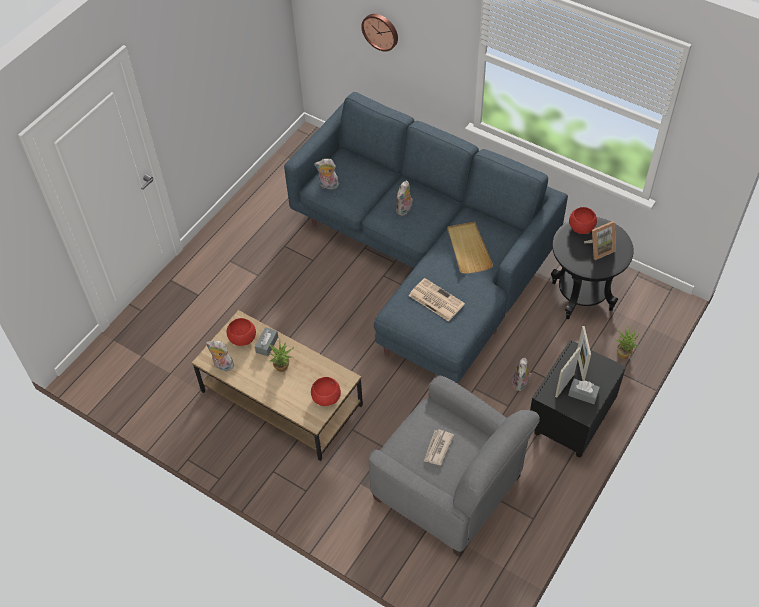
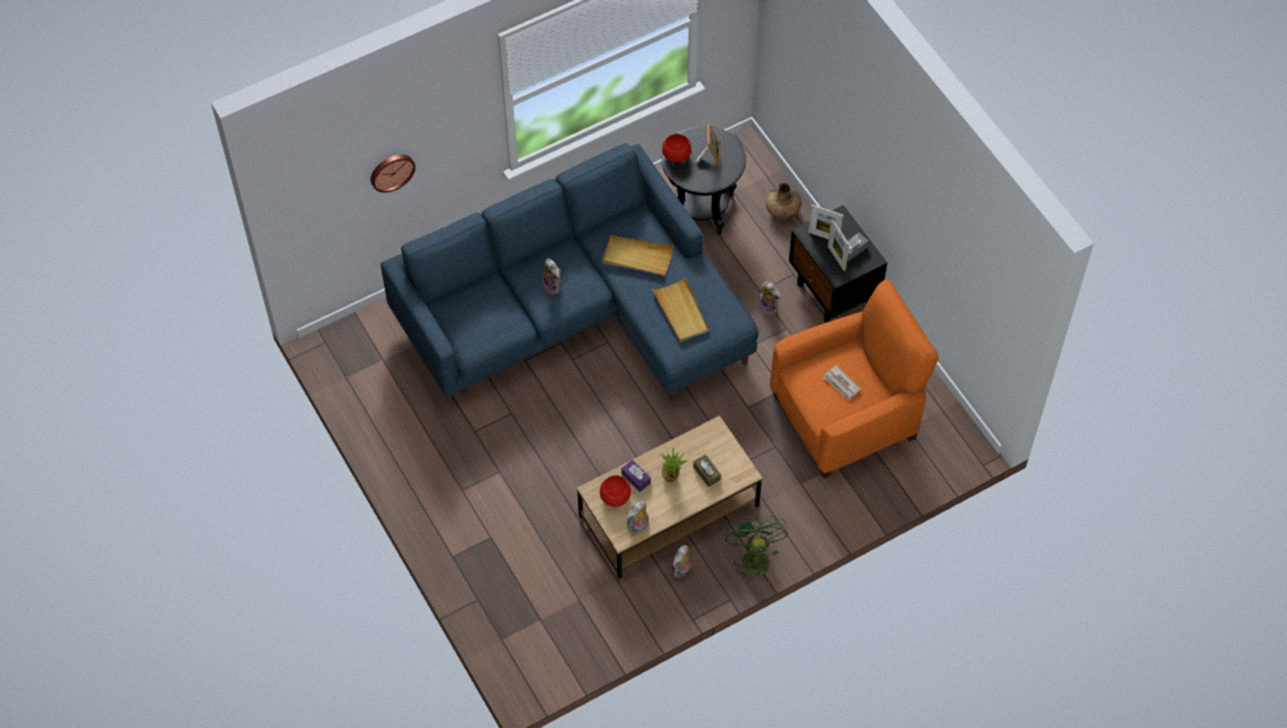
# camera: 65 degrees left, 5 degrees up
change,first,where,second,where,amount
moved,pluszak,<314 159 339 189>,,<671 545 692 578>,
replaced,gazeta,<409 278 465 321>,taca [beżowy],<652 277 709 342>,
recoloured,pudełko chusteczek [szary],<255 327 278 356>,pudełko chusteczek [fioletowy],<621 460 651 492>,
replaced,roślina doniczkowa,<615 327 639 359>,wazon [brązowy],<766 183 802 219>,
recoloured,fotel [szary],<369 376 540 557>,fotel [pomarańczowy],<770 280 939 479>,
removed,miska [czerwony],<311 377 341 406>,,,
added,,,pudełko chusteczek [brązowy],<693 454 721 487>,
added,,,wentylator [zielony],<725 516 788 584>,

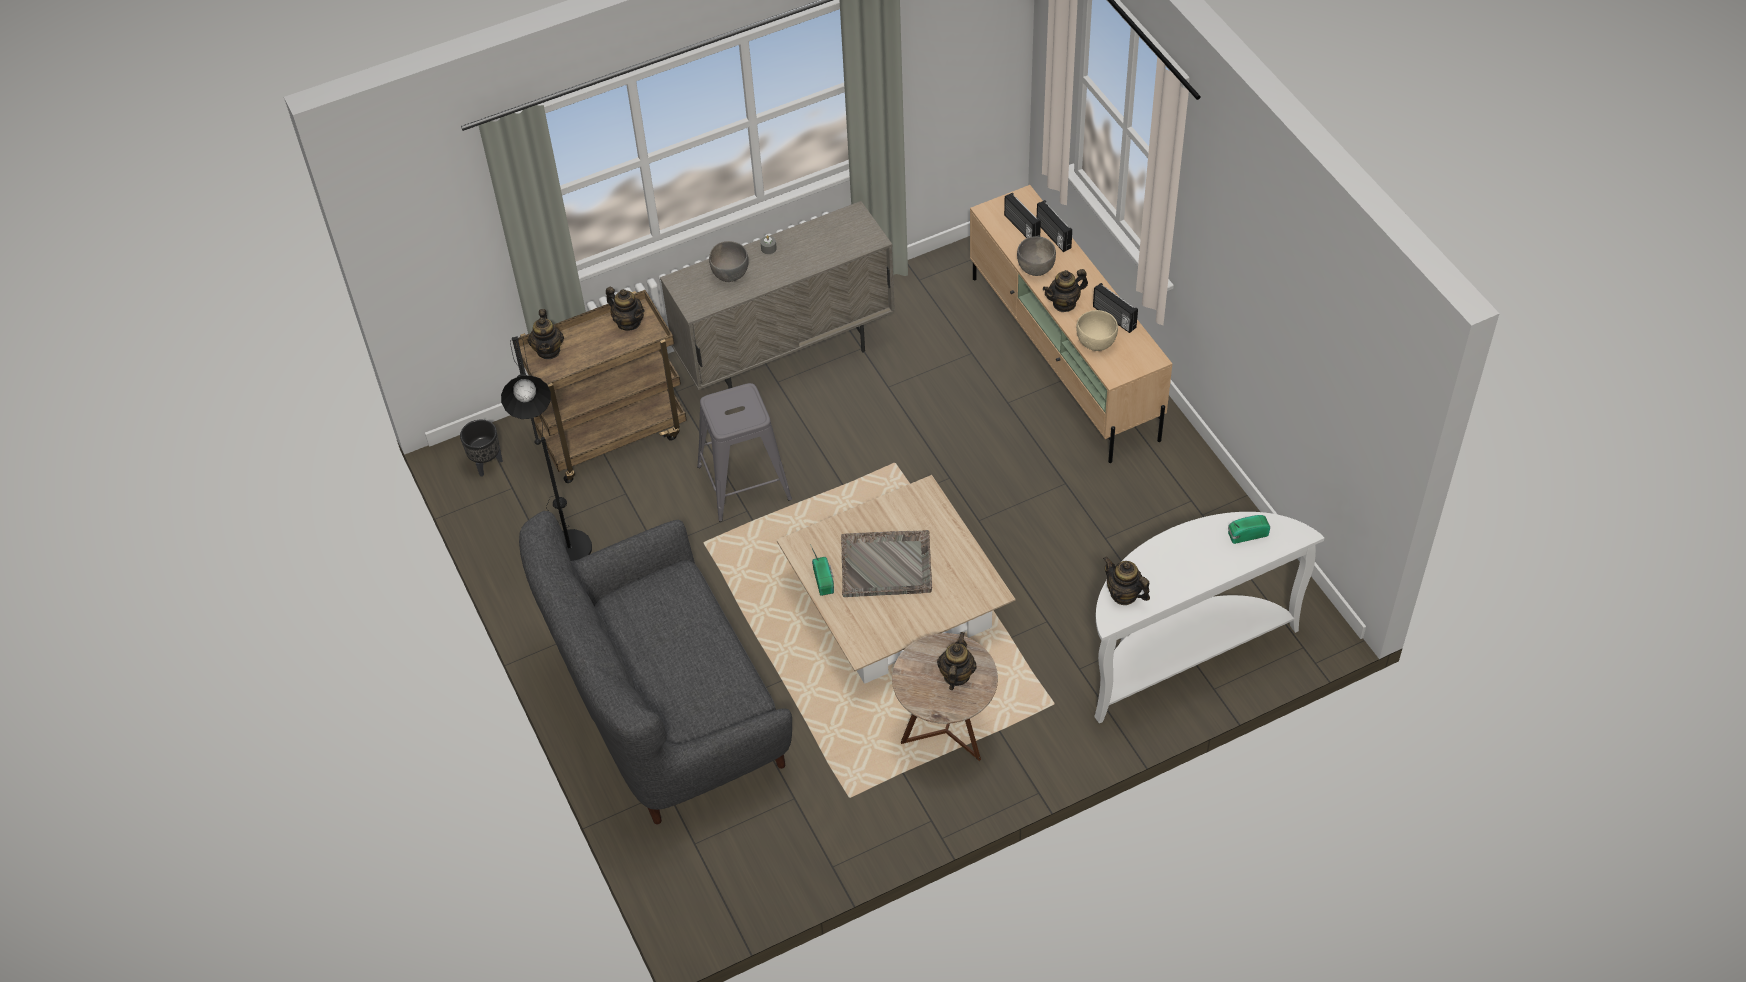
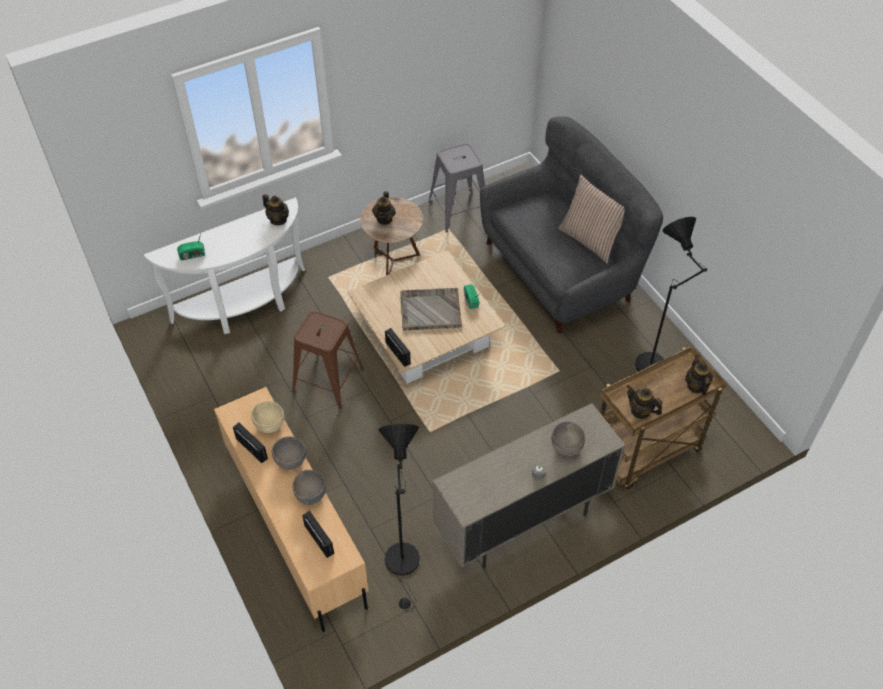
# camera: 175 degrees right, 0 degrees up
change,first,where,second,where,amount
moved,radio,<1037 200 1072 252>,,<385 328 411 367>,
replaced,imbryk,<1043 269 1088 312>,miska [szary],<272 436 306 470>,
moved,stołek [szary],<697 383 792 522>,,<428 143 485 233>,
removed,donica [czarny],<460 420 503 477>,,,
added,,,poduszka,<558 175 624 264>,
added,,,stołek [brązowy],<292 311 364 409>,
added,,,lampa stojąca [czarny],<378 424 420 612>,

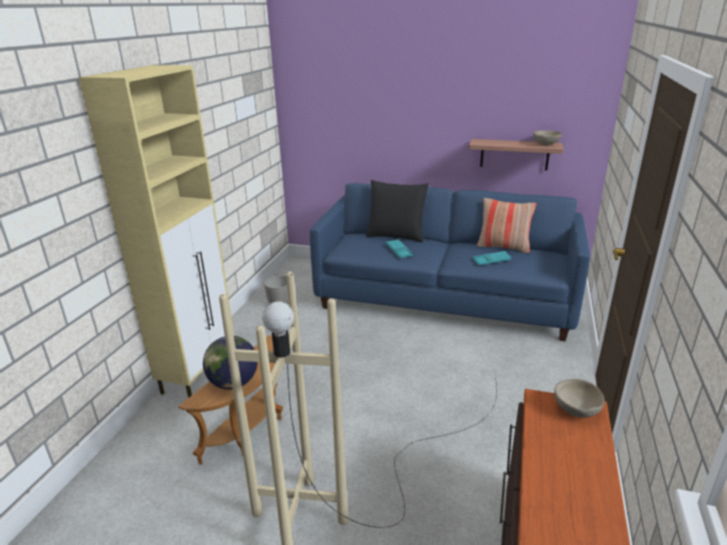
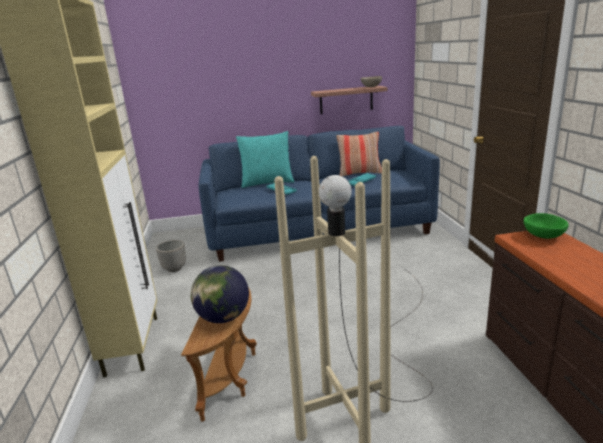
# camera: 25 degrees left, 5 degrees down
change,first,where,second,where,amount
recoloured,poduszka [czarny],<366 180 429 242>,poduszka [turkusowy],<236 131 294 188>,
recoloured,miska [beżowy],<554 379 605 418>,miska [zielony],<524 213 569 239>,

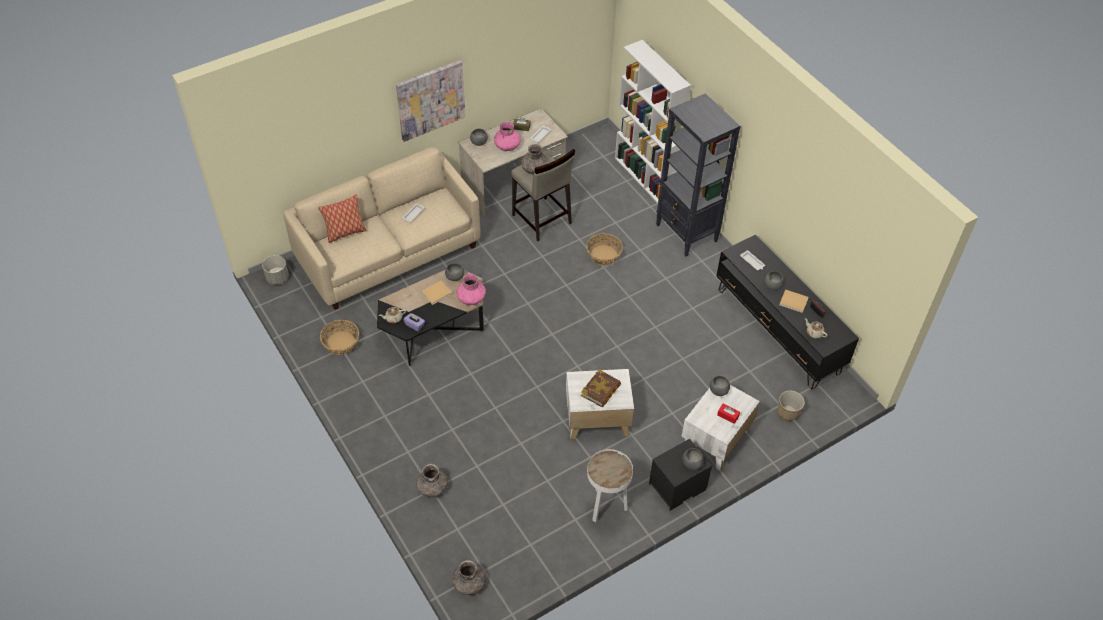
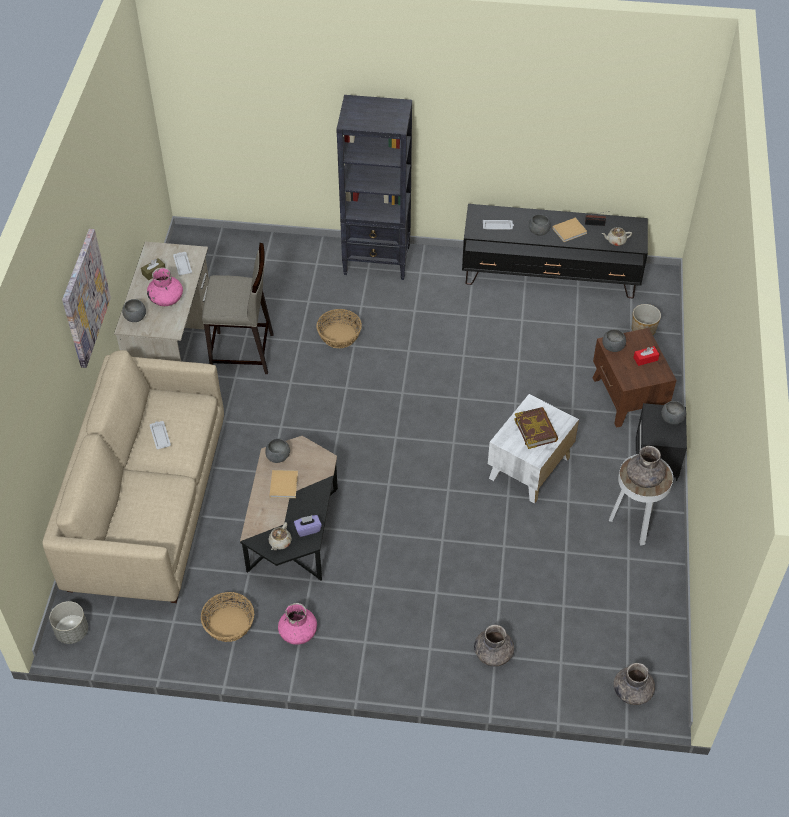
# camera: 50 degrees left, 0 degrees up
change,first,where,second,where,amount
removed,regał [biały],<615 40 691 203>,,,
moved,wazon [szary],<521 144 549 174>,,<627 446 666 488>,
removed,poduszka,<318 195 367 243>,,,
moved,wazon [różowy],<457 273 486 305>,,<278 603 317 645>,
recoloured,stolik [biały],<681 385 760 471>,stolik [brązowy],<593 328 676 428>,

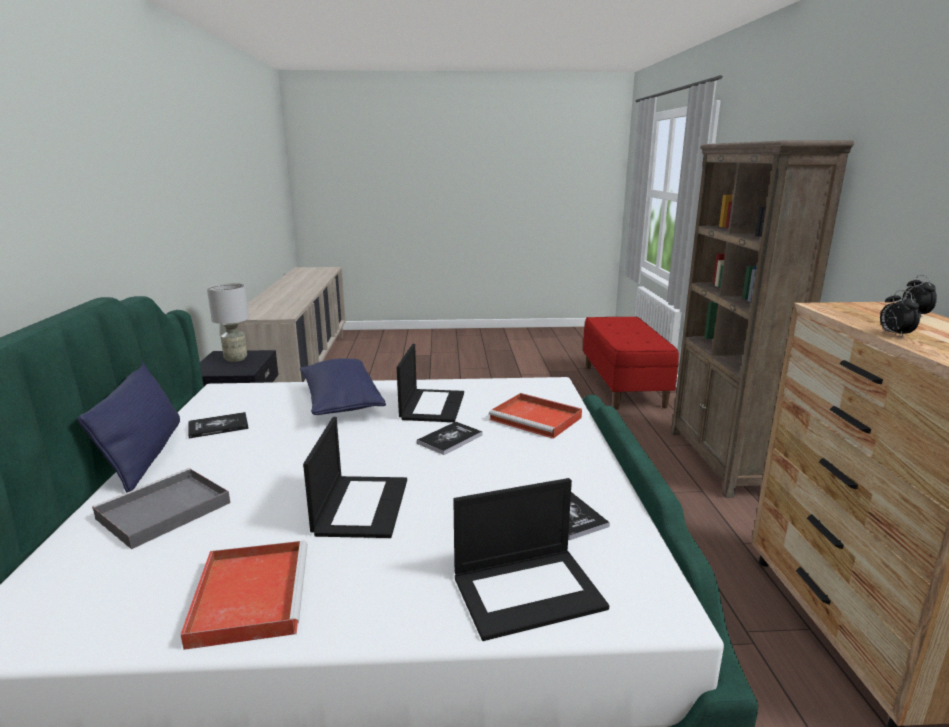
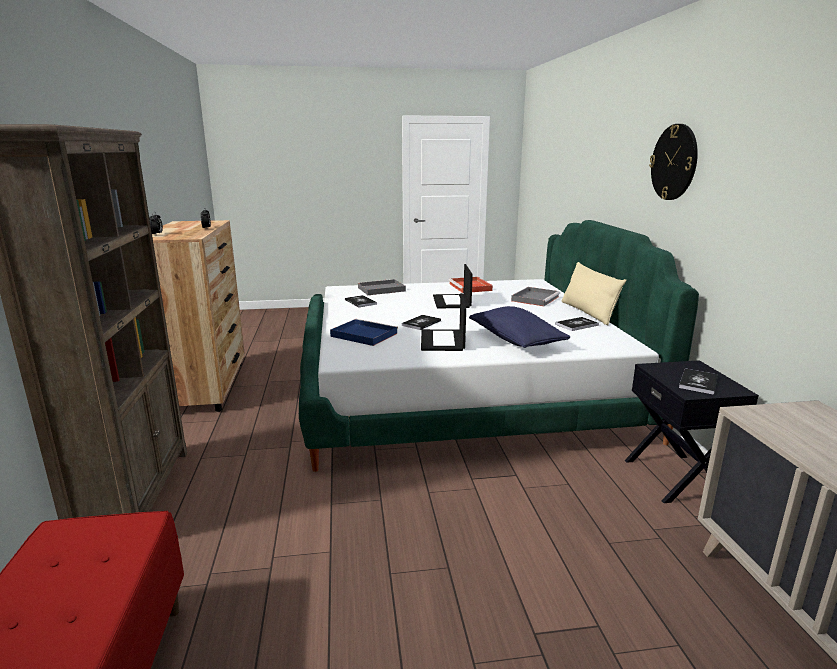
# camera: 175 degrees right, 0 degrees up
change,first,where,second,where,amount
replaced,lampa stołowa [szary],<207 283 249 362>,książka,<679 368 718 395>,
recoloured,poduszka [niebieski],<78 361 180 493>,poduszka [beżowy],<561 262 626 325>,
recoloured,taca [czerwony],<489 393 582 439>,taca [niebieski],<330 319 398 346>,
replaced,laptop,<453 478 609 641>,taca [szary],<358 279 406 295>,
added,,,zegar ścienny,<649 124 698 200>,

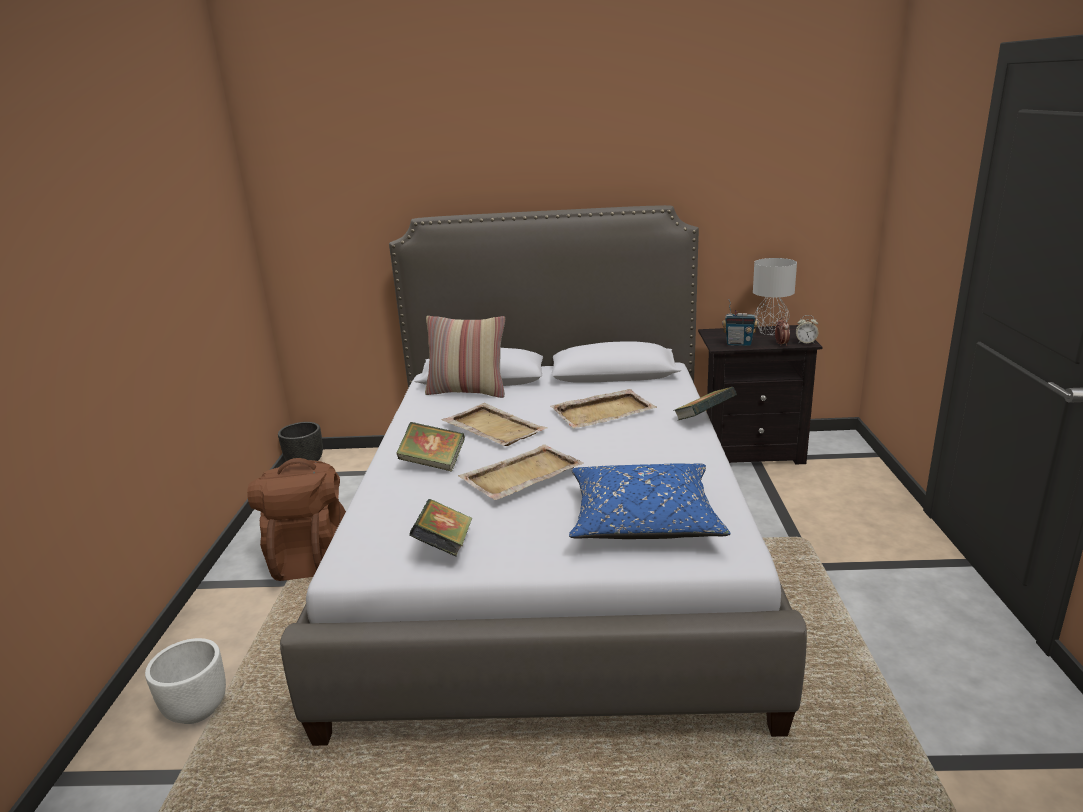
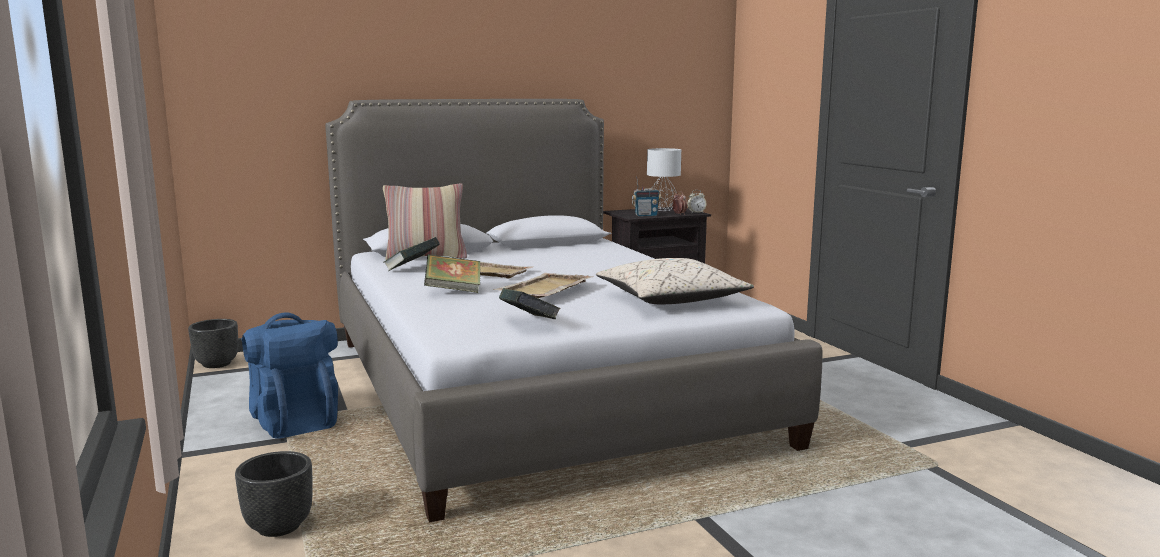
# camera: 25 degrees left, 10 degrees down
change,first,where,second,where,amount
moved,książka,<673 387 737 420>,,<383 237 440 271>,
removed,taca [beżowy],<551 389 657 429>,,,
recoloured,plecak [brązowy],<247 458 346 581>,plecak [niebieski],<241 313 338 439>,
recoloured,poduszka [niebieski],<569 463 730 539>,poduszka [beżowy],<596 258 754 304>,
recoloured,donica [biały],<145 638 226 724>,donica [czarny],<235 451 313 537>,

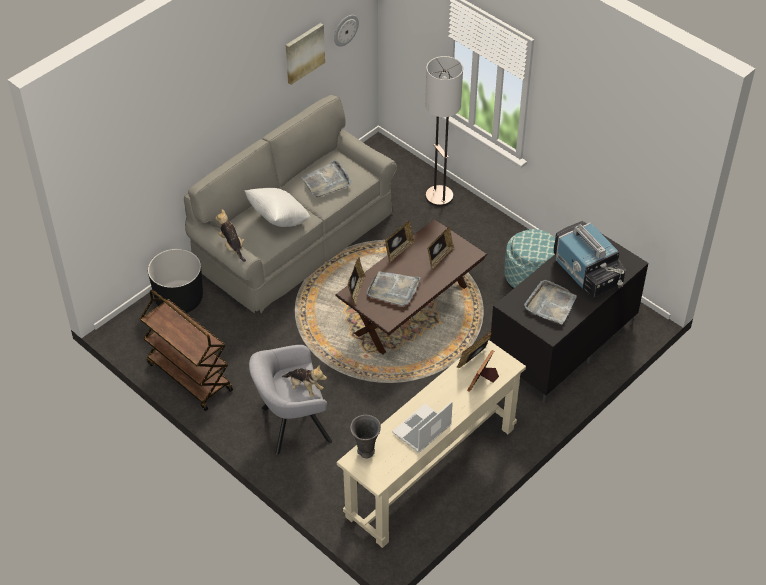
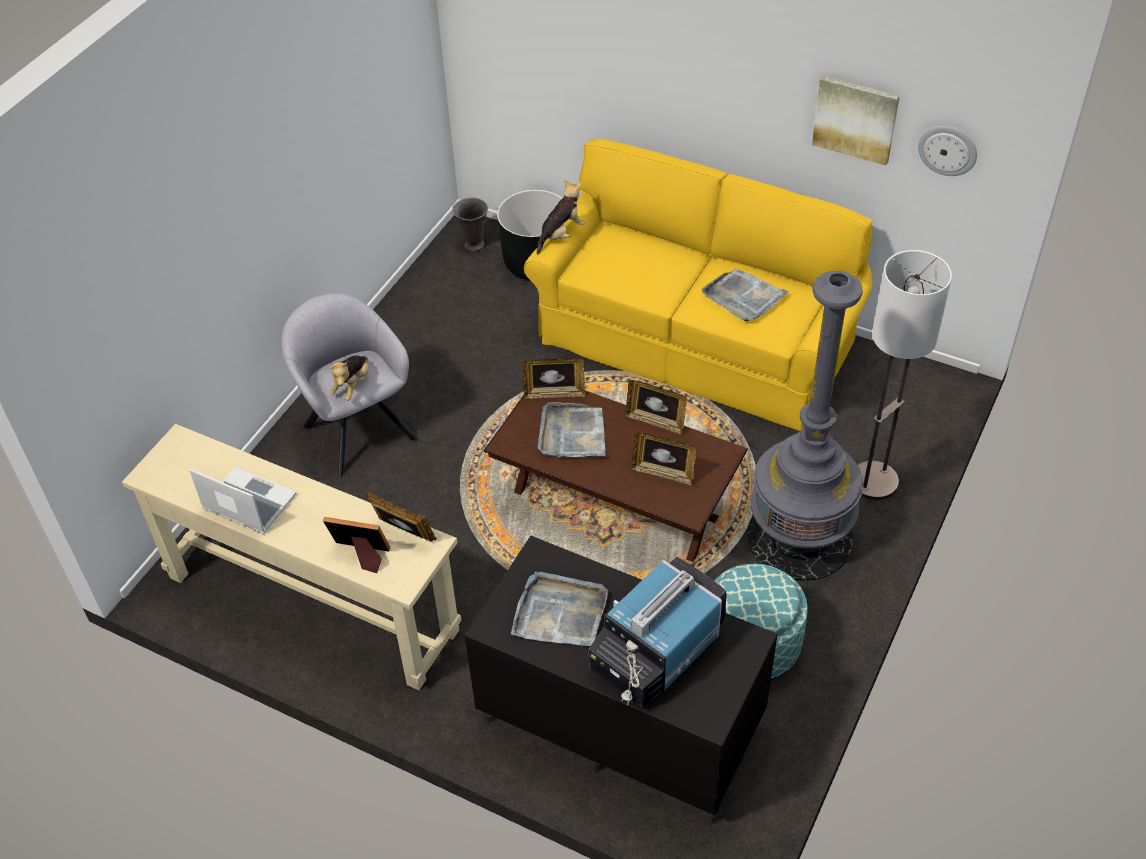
# camera: 75 degrees right, 0 degrees up
change,first,where,second,where,amount
recoloured,kanapa [szary],<184 95 397 313>,kanapa [żółty],<524 138 873 431>,
removed,poduszka [biały],<245 188 310 227>,,,
removed,wózek [brązowy],<140 290 233 411>,,,
moved,wazon [szary],<350 415 381 459>,,<452 198 488 251>,
added,,,lampa stojąca [szary],<747 271 863 581>,

